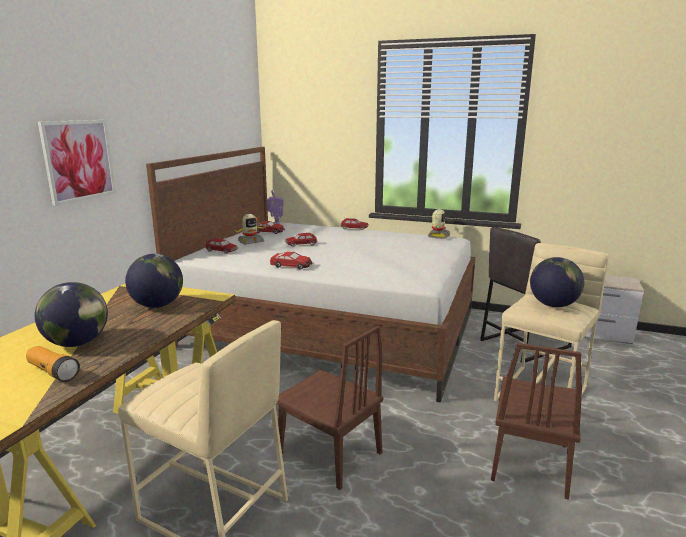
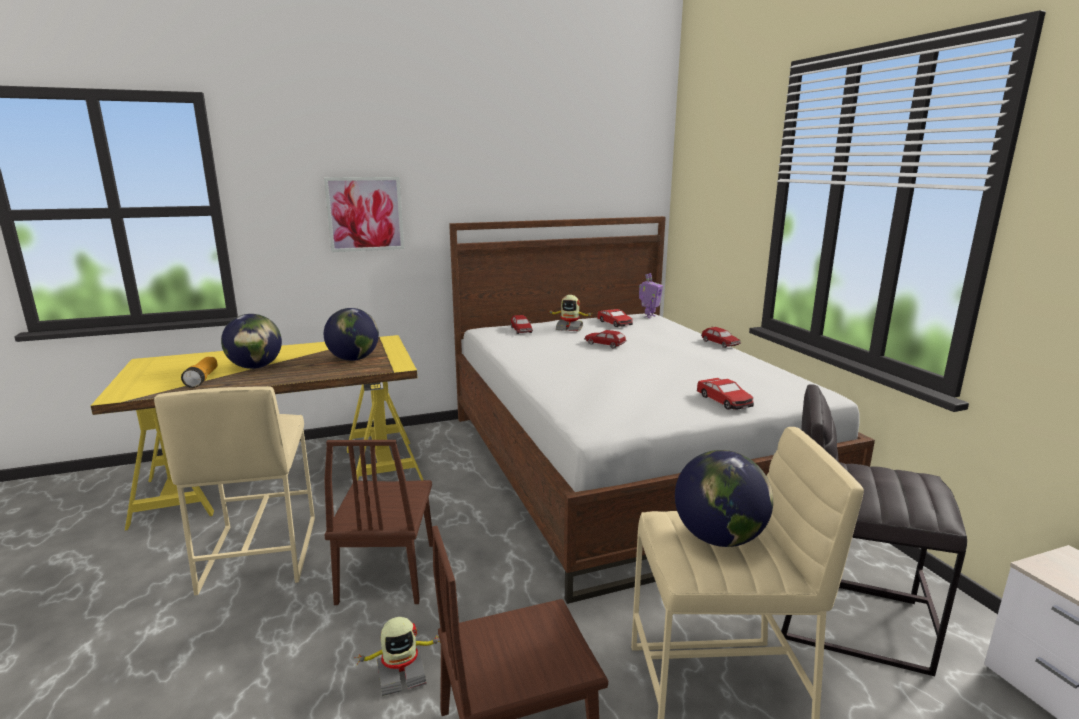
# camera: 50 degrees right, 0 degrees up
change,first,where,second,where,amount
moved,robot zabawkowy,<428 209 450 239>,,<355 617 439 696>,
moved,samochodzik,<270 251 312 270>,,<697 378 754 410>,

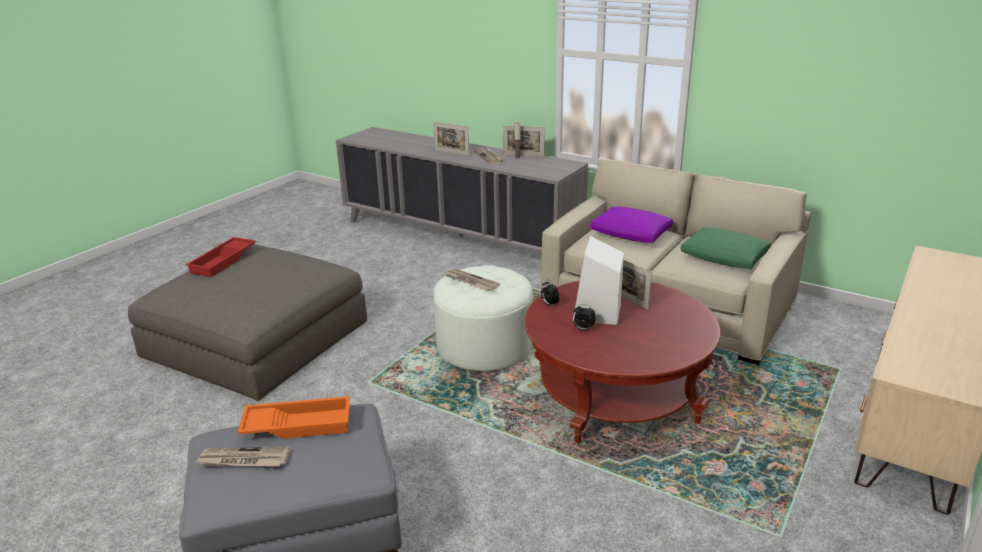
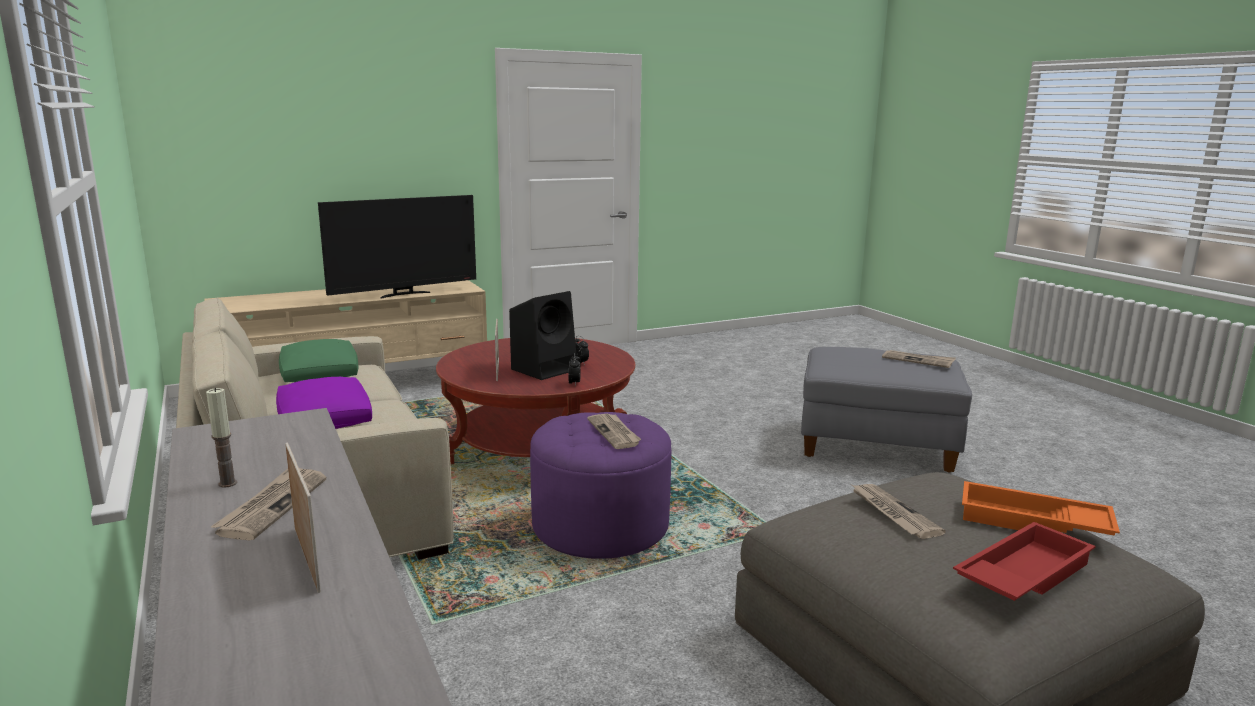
# camera: 150 degrees left, 10 degrees down
change,first,where,second,where,amount
removed,ramka na zdjęcie,<503 125 545 157>,,,
recoloured,głośnik [biały],<573 236 624 325>,głośnik [czarny],<509 291 577 380>,
recoloured,pufa [biały],<434 265 533 371>,pufa [fioletowy],<530 412 671 559>,
moved,taca [pomarańczowy],<238 396 350 439>,,<962 481 1120 536>,
added,,,telewizor,<318 195 476 299>,
added,,,gazeta,<852 484 946 539>,

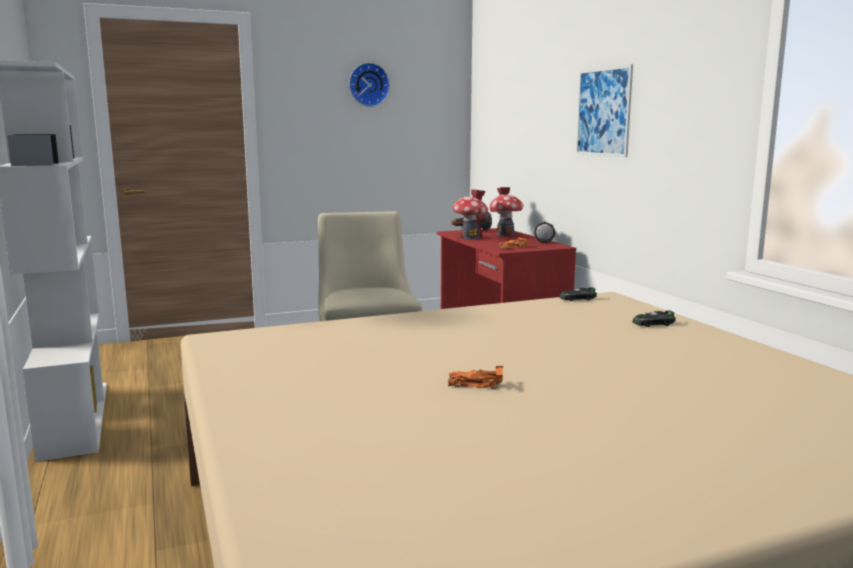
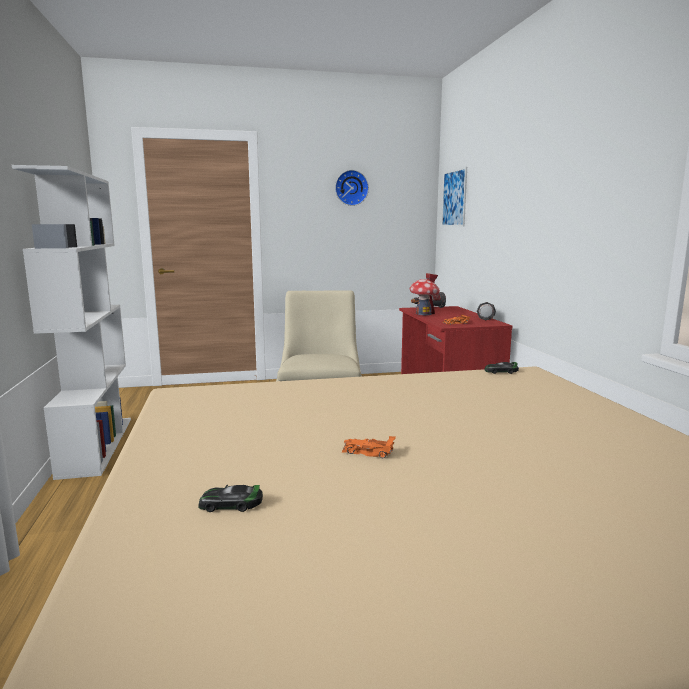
# camera: 10 degrees right, 0 degrees up
change,first,where,second,where,amount
moved,obraz,<576 64 633 157>,,<441 167 467 227>,
removed,domek,<489 187 524 236>,,,
moved,samochodzik,<633 310 676 327>,,<198 485 263 512>,

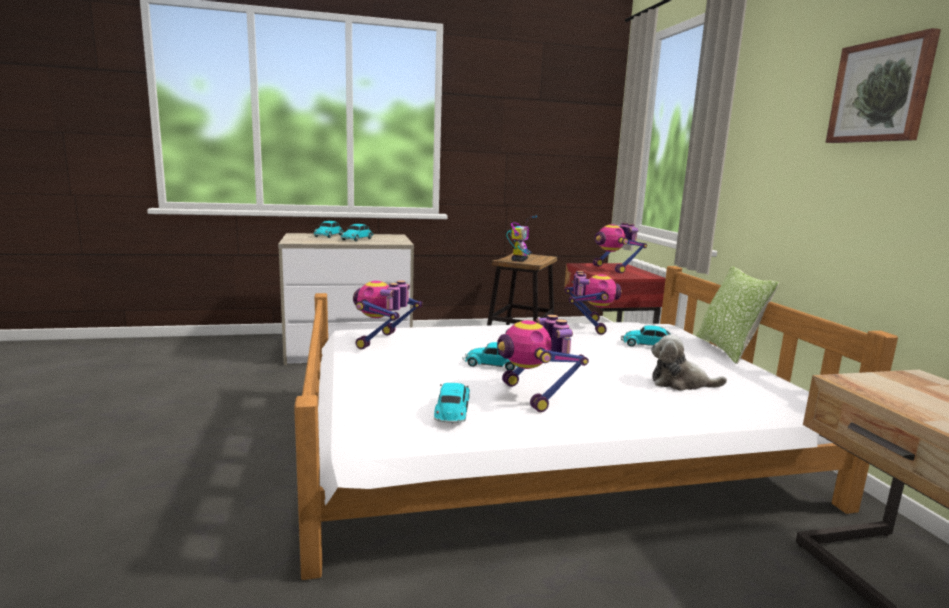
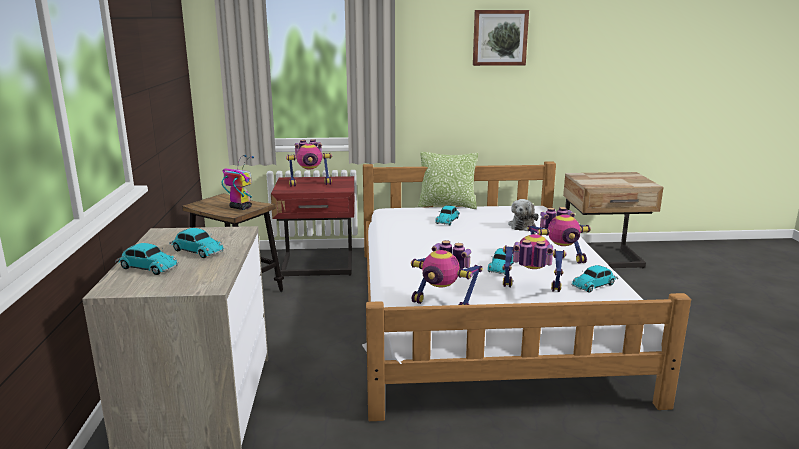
# camera: 80 degrees left, 5 degrees up
change,first,where,second,where,amount
moved,robot zabawkowy,<565 271 622 335>,,<502 234 566 292>,
turned,samochodzik,<434 383 470 424>,,<571 265 618 293>,45 degrees counterclockwise

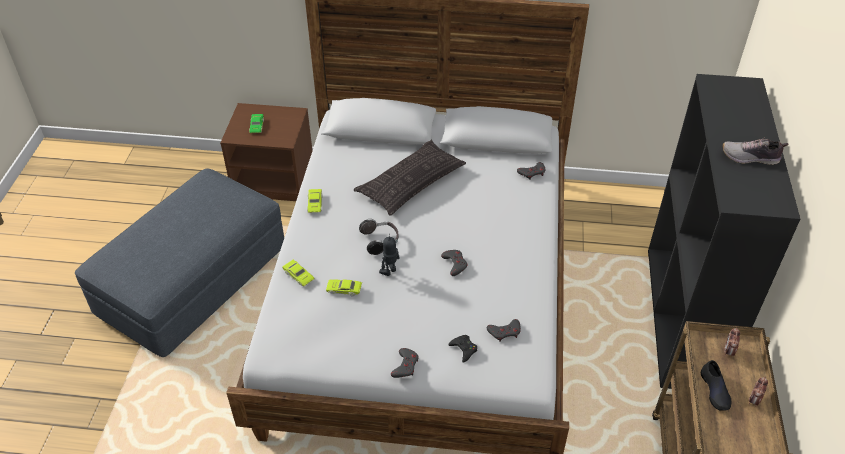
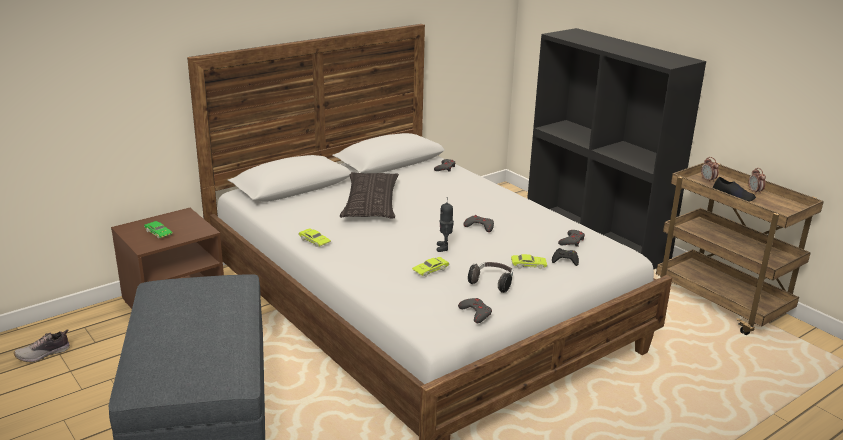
# camera: 45 degrees left, 20 degrees down
change,first,where,second,where,amount
moved,but,<723 138 789 165>,,<14 329 70 362>,
moved,słuchawki,<359 219 398 255>,,<468 262 513 293>,
moved,samochodzik [zielony],<282 260 315 287>,,<511 254 547 269>,
moved,pad do gier [szary],<391 348 419 378>,,<458 298 492 323>,

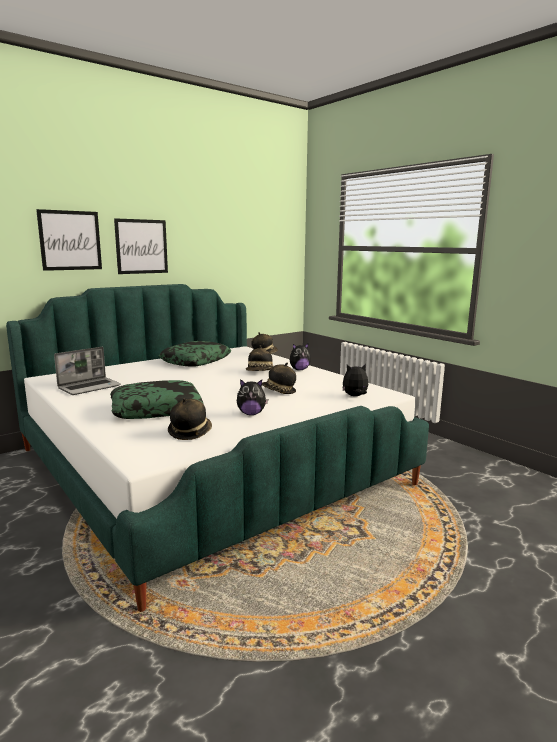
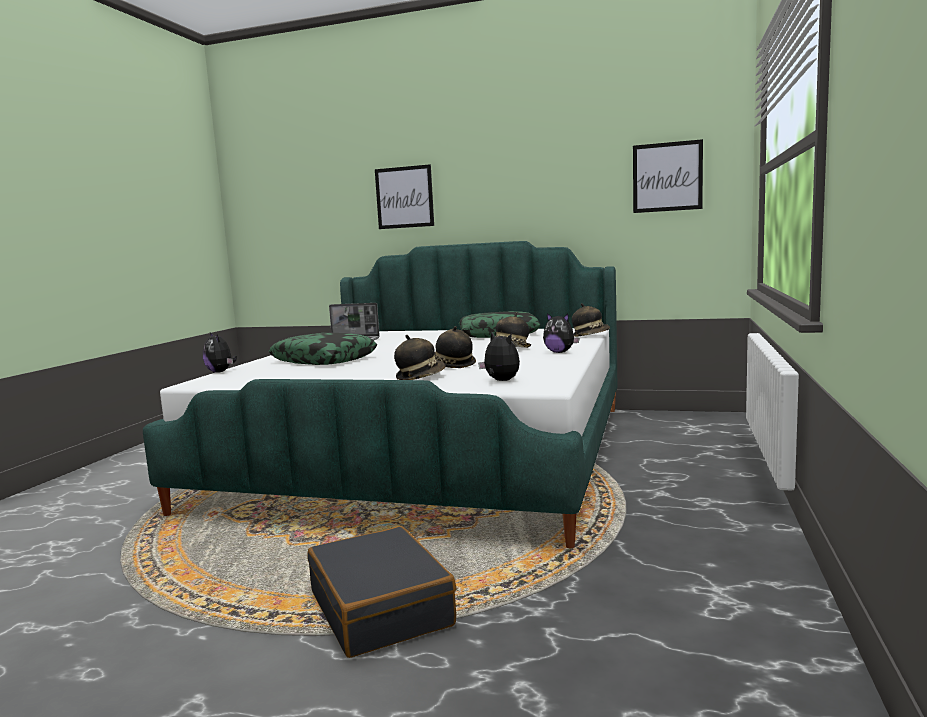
# camera: 55 degrees right, 5 degrees down
change,first,where,second,where,amount
moved,obraz,<114 218 168 274>,,<633 139 703 213>,
moved,pluszak,<237 379 268 415>,,<203 332 237 373>,
moved,kapelusz,<168 398 212 440>,,<394 335 446 380>,
added,,,walizka [czarny],<308 526 456 658>,

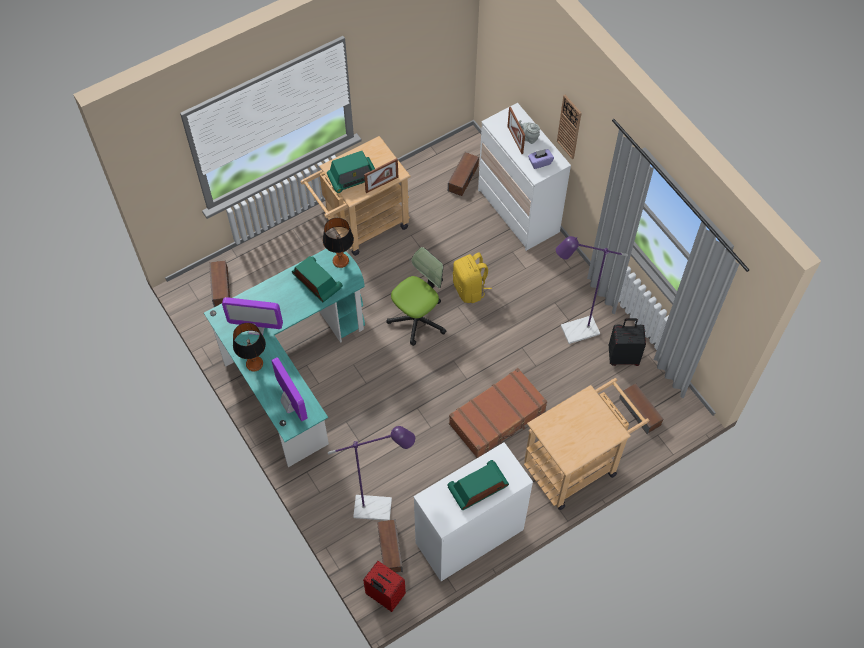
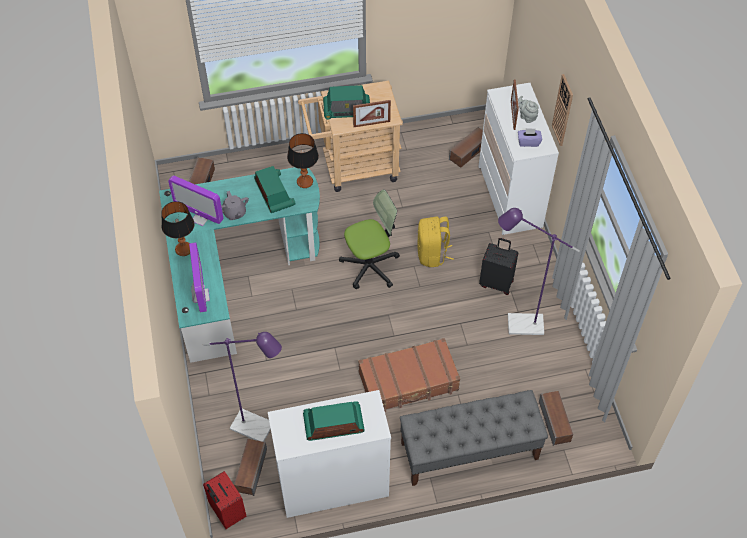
# camera: 20 degrees right, 5 degrees down
change,first,where,second,where,amount
moved,walizka [czarny],<609 318 646 366>,,<479 238 518 295>,
replaced,wózek [beżowy],<524 378 649 510>,ławka [szary],<400 390 548 486>,
added,,,imbryk [szary],<221 191 249 220>,

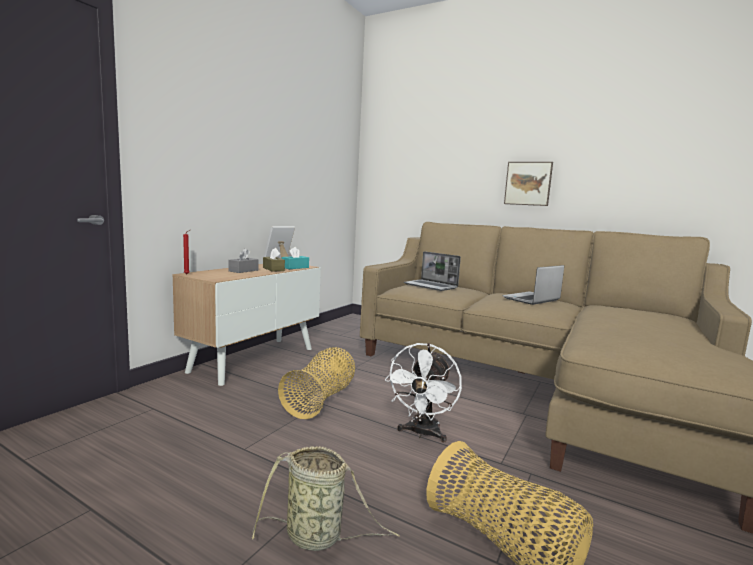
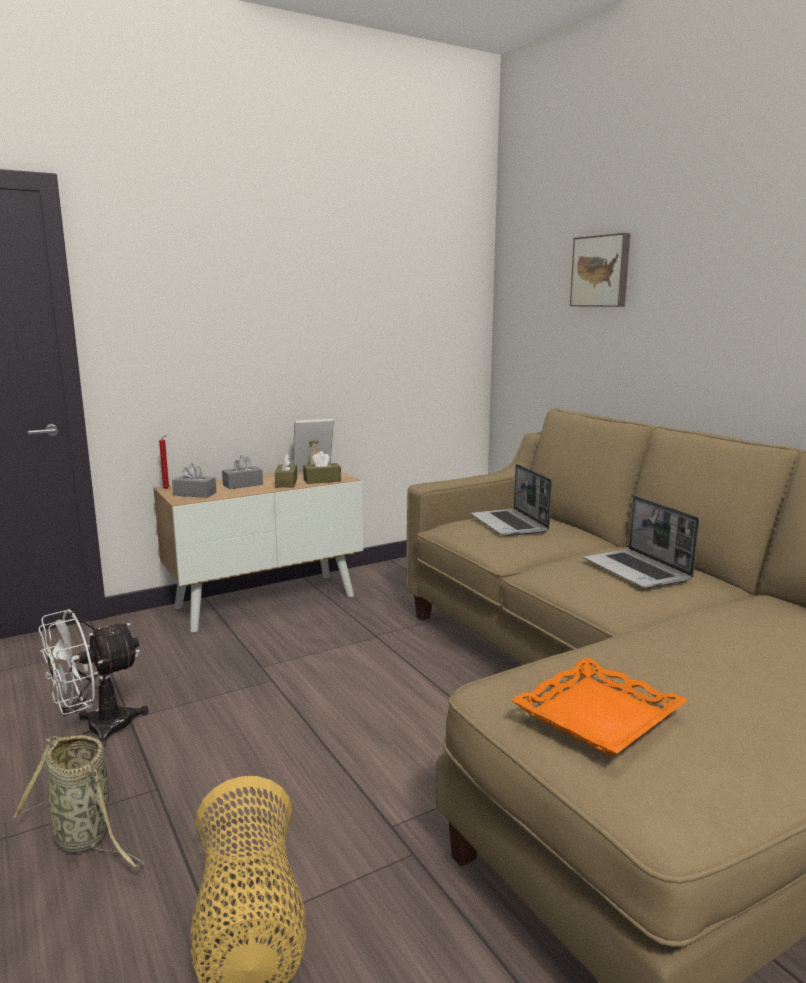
# camera: 30 degrees right, 5 degrees up
change,first,where,second,where,amount
moved,obraz,<504 162 553 206>,,<570 233 630 307>,
recoloured,pudełko chusteczek [turkusowy],<282 247 309 269>,pudełko chusteczek [brązowy],<303 451 341 484>,
turned,laptop,<503 265 564 305>,,<584 496 699 588>,105 degrees counterclockwise
moved,wentylator [biały],<385 343 462 443>,,<39 609 149 747>,
removed,koszyk,<278 347 355 419>,,,
added,,,pudełko chusteczek [szary],<172 463 217 498>,
added,,,taca [pomarańczowy],<511 657 688 756>,

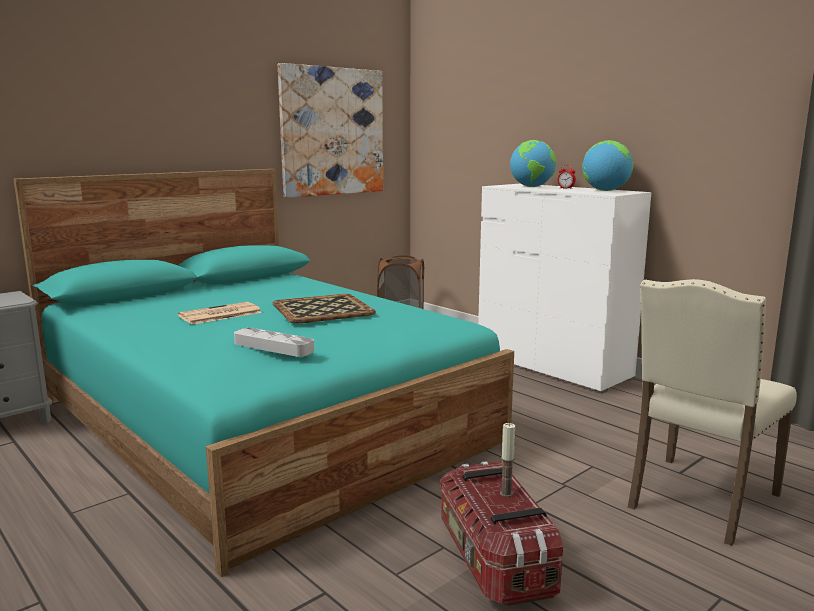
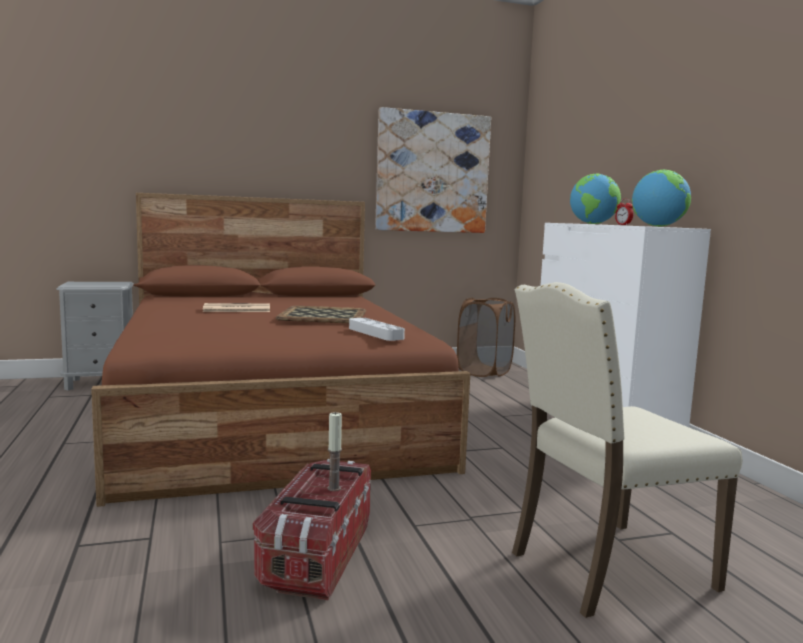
# camera: 25 degrees right, 5 degrees down
change,first,where,second,where,amount
recoloured,łóżko [turkusowy],<13 169 514 577>,łóżko [brązowy],<91 193 470 507>,
moved,taca [szary],<234 328 314 357>,,<349 318 405 341>,

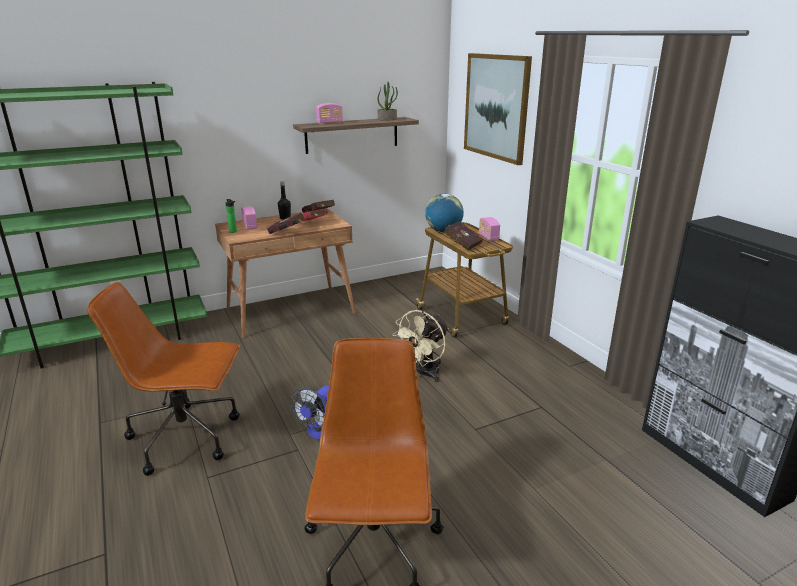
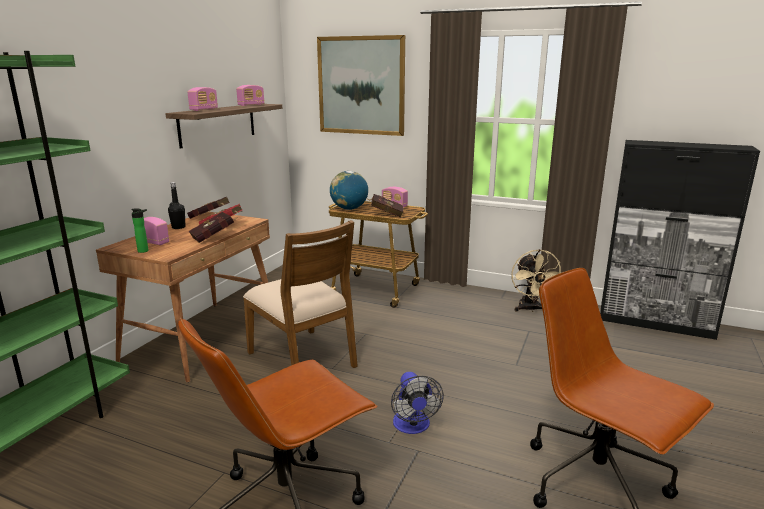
# camera: 40 degrees left, 5 degrees down
change,first,where,second,where,amount
replaced,roślina doniczkowa,<378 82 398 120>,radio,<236 85 264 106>,
moved,wentylator [beżowy],<393 310 449 382>,,<511 249 562 312>,
added,,,krzesło [brązowy],<243 220 358 368>,

